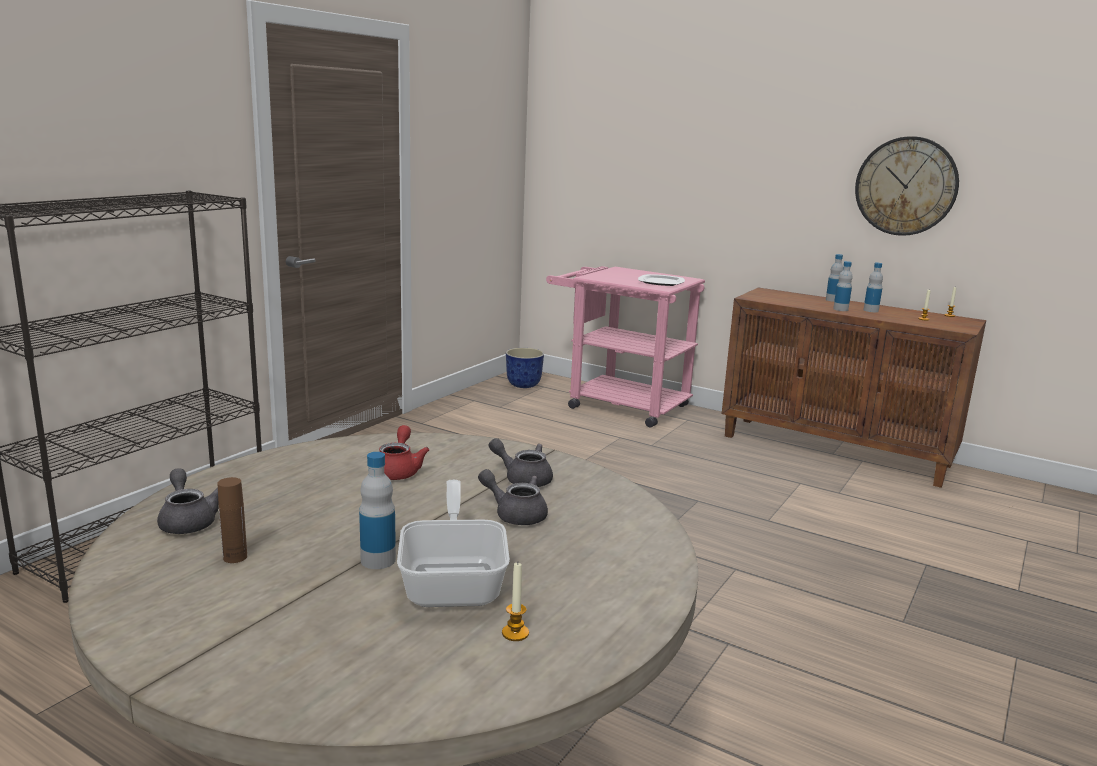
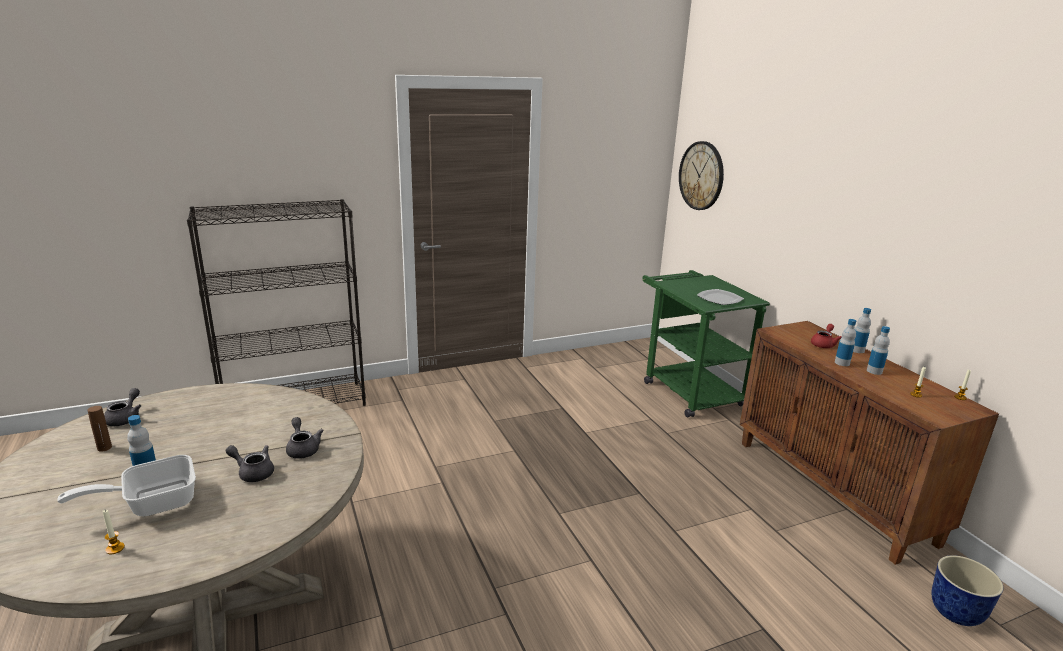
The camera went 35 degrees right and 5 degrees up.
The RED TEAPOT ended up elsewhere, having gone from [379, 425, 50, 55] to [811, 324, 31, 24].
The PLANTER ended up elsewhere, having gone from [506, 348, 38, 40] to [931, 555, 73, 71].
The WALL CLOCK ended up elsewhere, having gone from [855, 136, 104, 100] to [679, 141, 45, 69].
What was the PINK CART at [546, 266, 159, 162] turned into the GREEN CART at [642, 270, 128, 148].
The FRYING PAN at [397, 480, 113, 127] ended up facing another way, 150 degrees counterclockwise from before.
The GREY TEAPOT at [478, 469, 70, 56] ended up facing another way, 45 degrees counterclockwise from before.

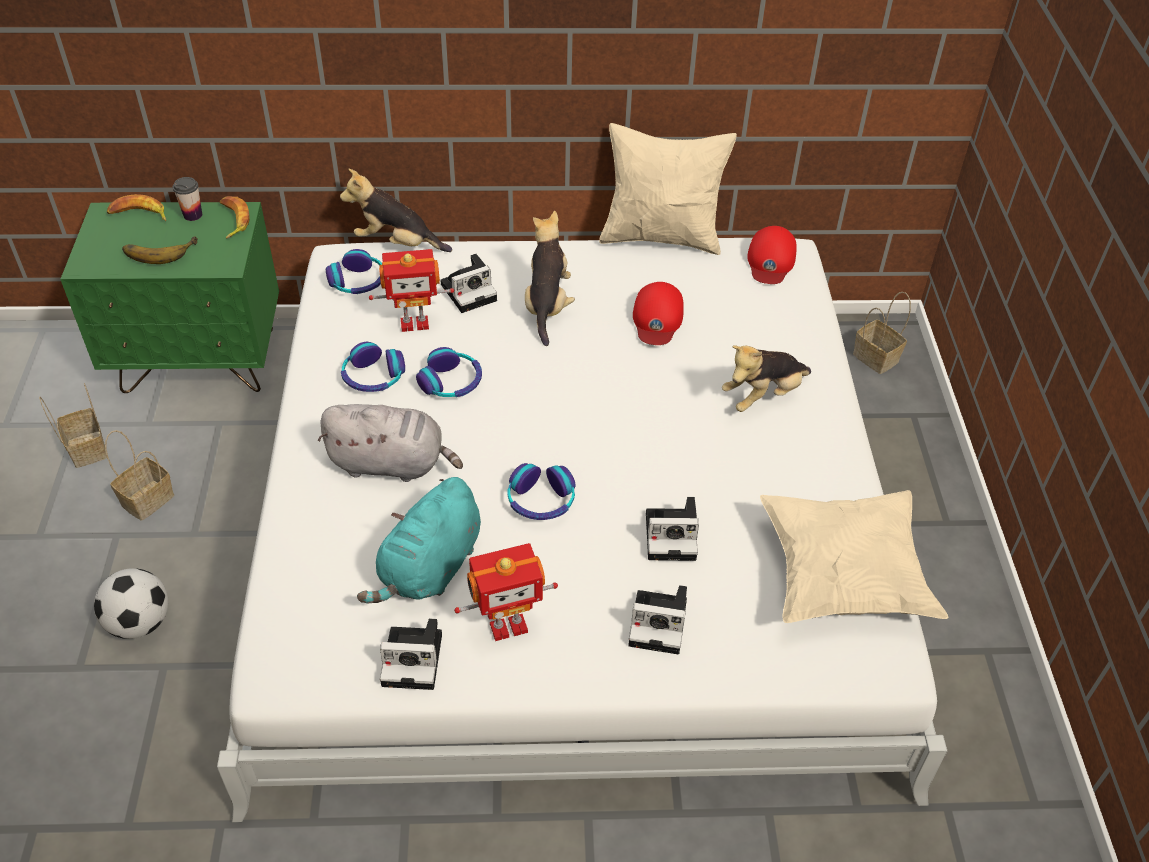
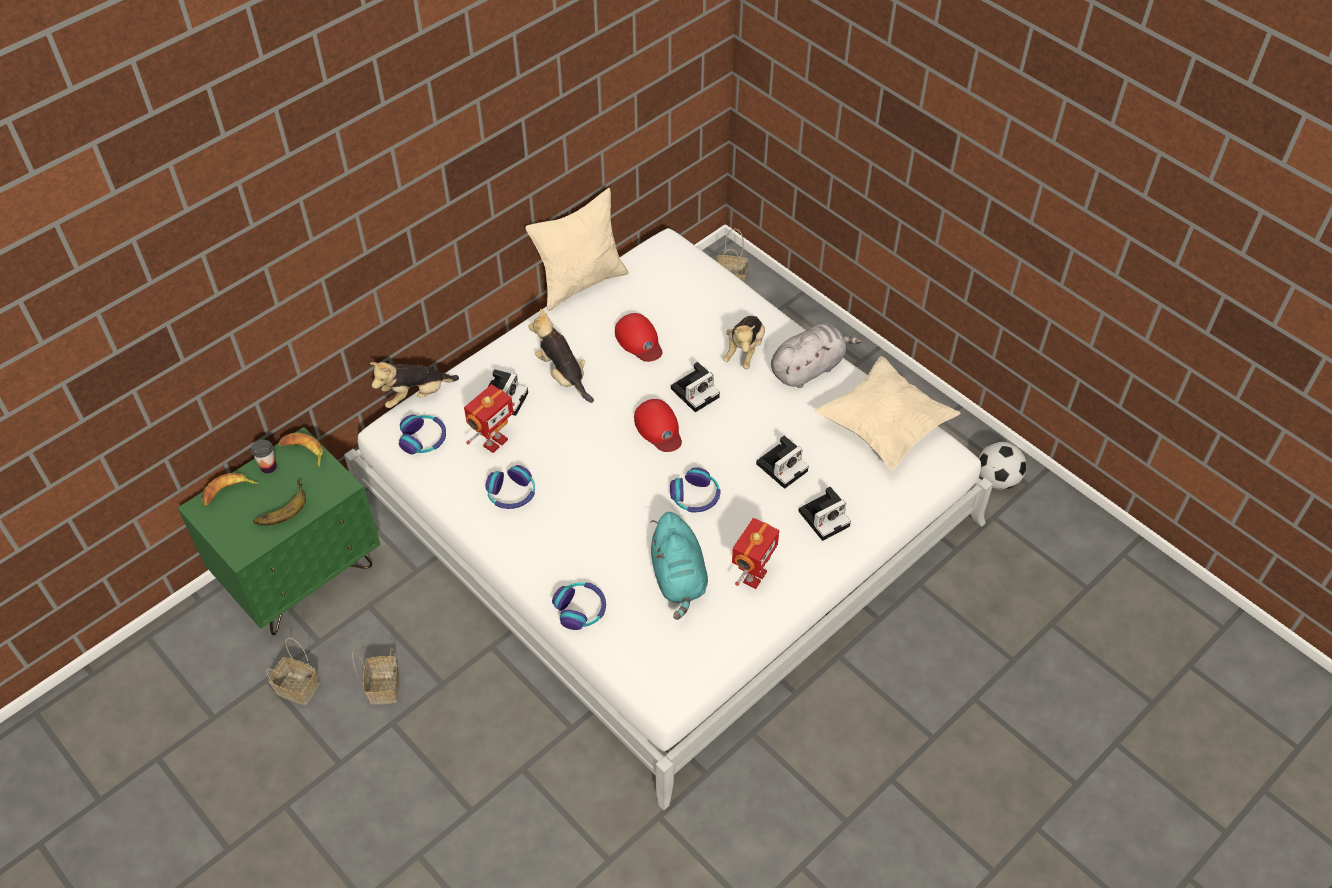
The camera went 40 degrees left and 5 degrees up.
The FOOTBALL ended up elsewhere, having gone from [94, 568, 74, 71] to [979, 442, 48, 48].
The GREY PLUSH TOY ended up elsewhere, having gone from [318, 404, 145, 78] to [771, 323, 91, 65].
The PHOTO CAMERA ended up elsewhere, having gone from [380, 618, 62, 72] to [671, 362, 49, 50].
The HEADPHONES ended up elsewhere, having gone from [416, 347, 66, 50] to [552, 582, 54, 48].
The RED CAP ended up elsewhere, having gone from [747, 226, 50, 58] to [634, 399, 48, 53].

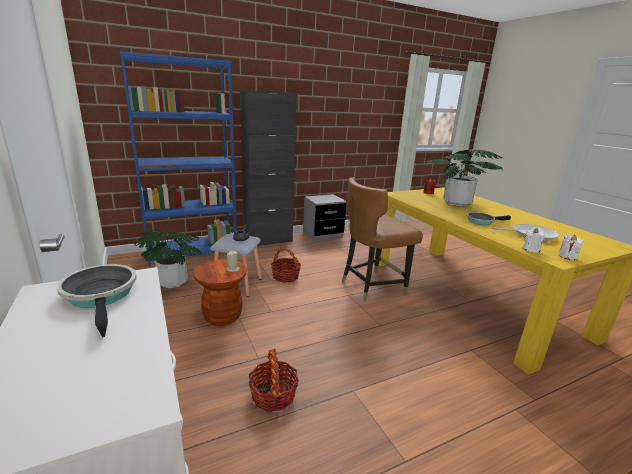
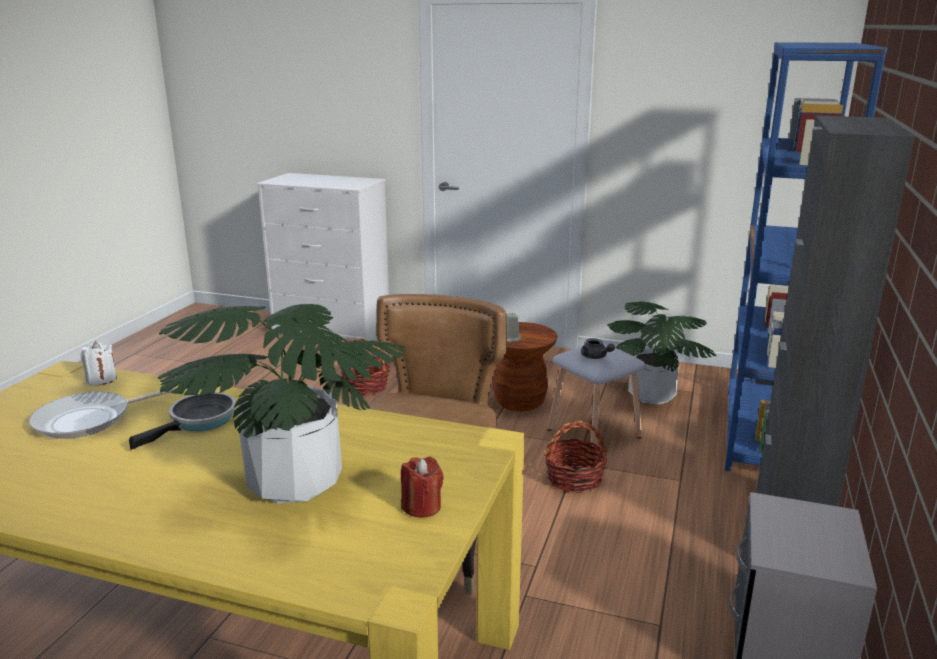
The camera went 135 degrees right and 0 degrees up.
The second view lost the FRYING PAN at [57, 264, 79, 74].
The second view lost the WHITE CANDLE at [558, 234, 25, 26].

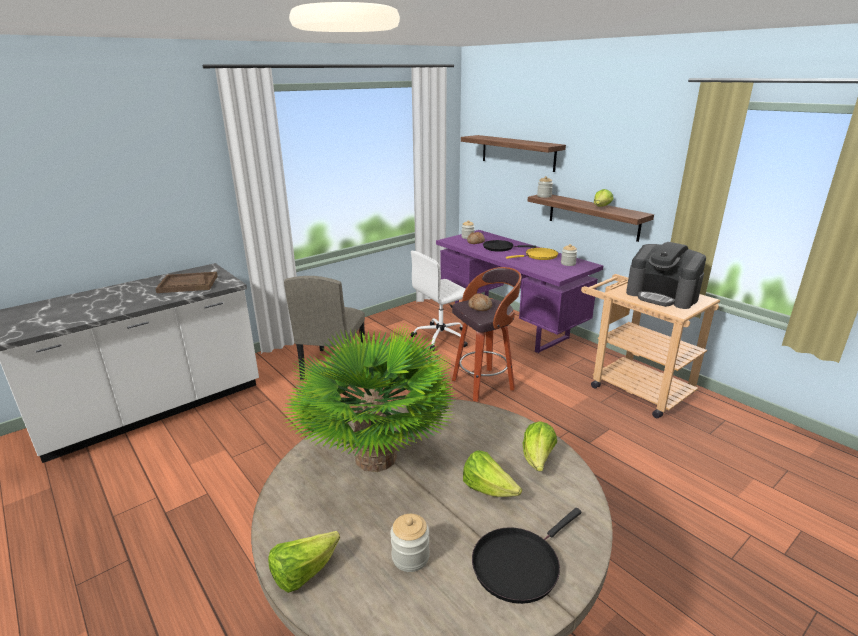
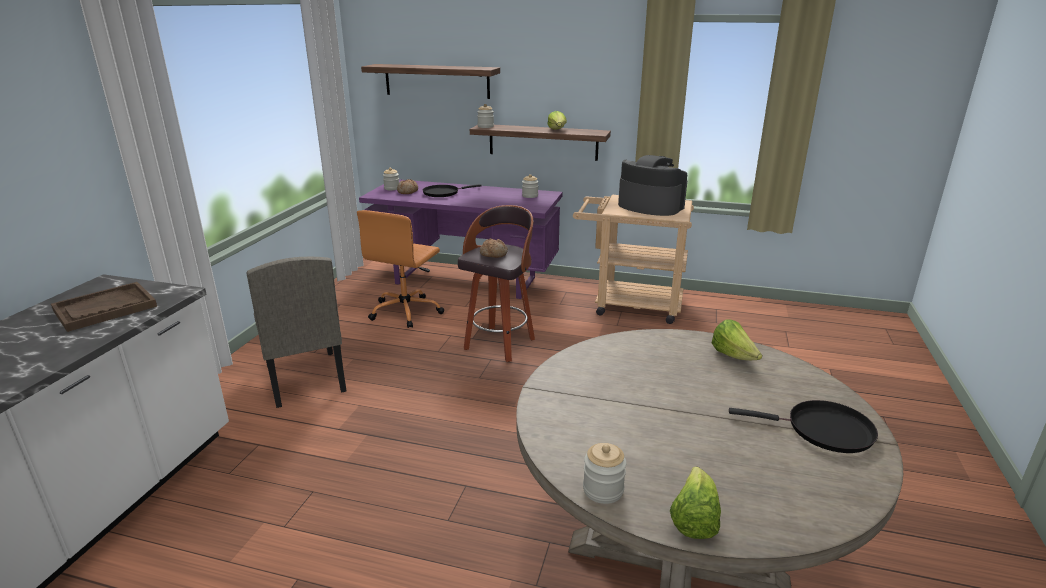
The camera went 35 degrees left and 0 degrees up.
The second view lost the POTTED PLANT at [283, 325, 172, 147].
The second view lost the LETTUCE at [463, 450, 59, 47].
The second view lost the YELLOW FRYING PAN at [506, 248, 52, 12].
The JAR ended up elsewhere, having gone from [390, 514, 40, 58] to [583, 443, 43, 61].
What was the WHITE OFFICE CHAIR at [411, 251, 57, 100] turned into the ORANGE OFFICE CHAIR at [357, 210, 87, 118].
The BLACK FRYING PAN at [472, 508, 110, 96] ended up facing another way, 90 degrees counterclockwise from before.
The COFFEE MACHINE at [626, 242, 80, 67] ended up facing another way, 150 degrees counterclockwise from before.

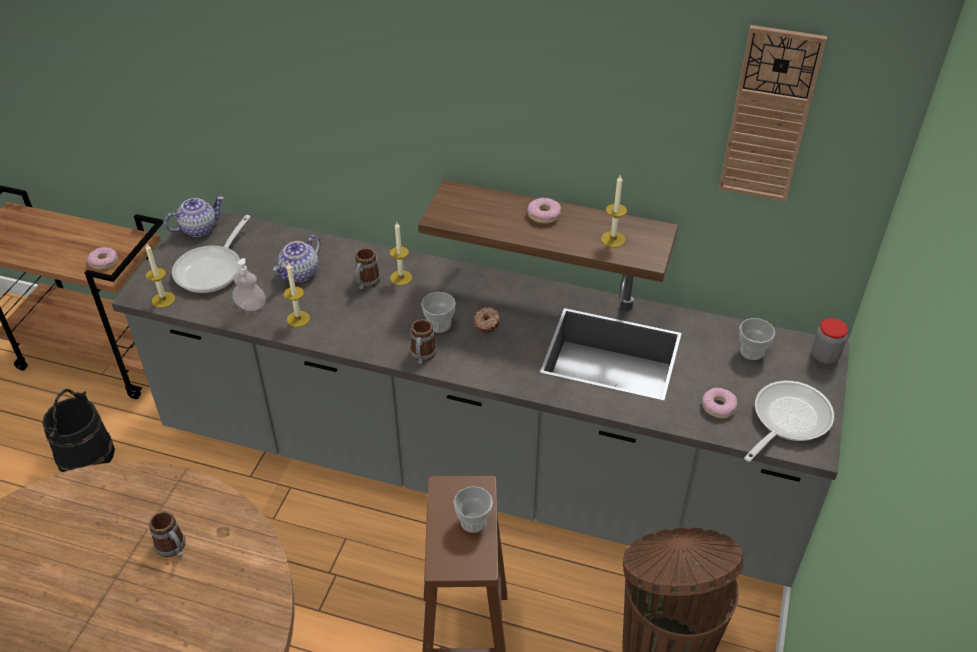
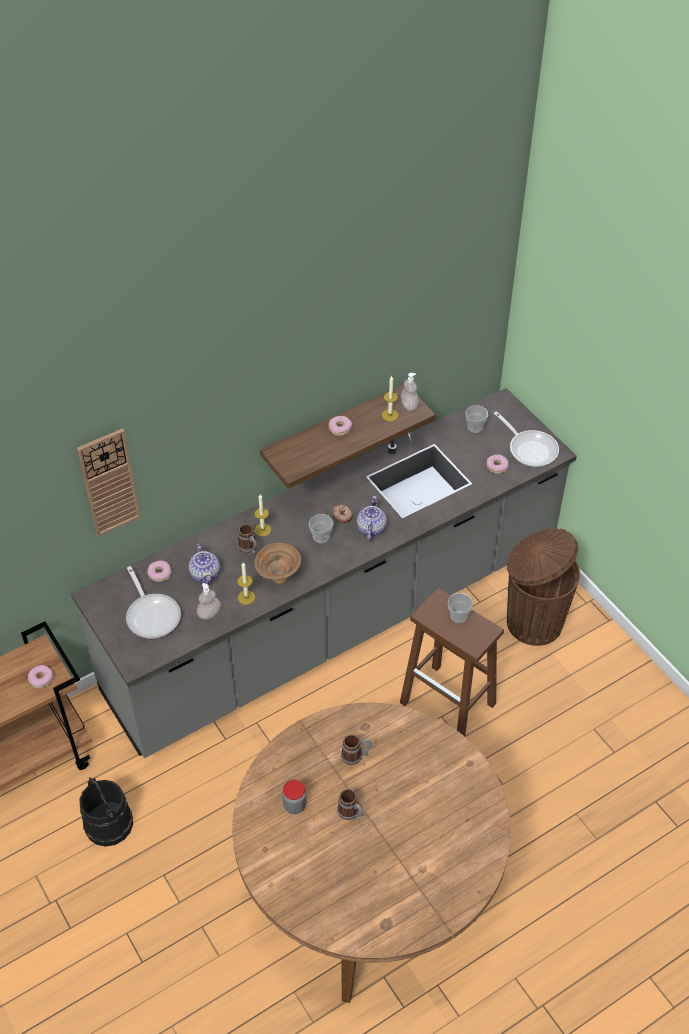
The camera went 50 degrees left and 5 degrees up.
The second view lost the CANDLE at [145, 244, 30, 64].
The second view gained the DONUT at [147, 561, 24, 21].
The second view gained the BROWN BOWL at [255, 543, 46, 41].
The second view gained the SOAP DISPENSER at [401, 373, 18, 38].
The TEAPOT ended up elsewhere, having gone from [165, 196, 59, 41] to [357, 496, 30, 45].
The MUG ended up elsewhere, having gone from [410, 319, 27, 45] to [337, 789, 27, 32].
The WALL CLOCK ended up elsewhere, having gone from [719, 25, 108, 176] to [77, 428, 63, 108].
The JAR ended up elsewhere, having gone from [812, 318, 36, 46] to [282, 780, 24, 34].
The FRYING PAN at [744, 381, 90, 81] ended up facing another way, 150 degrees clockwise from before.

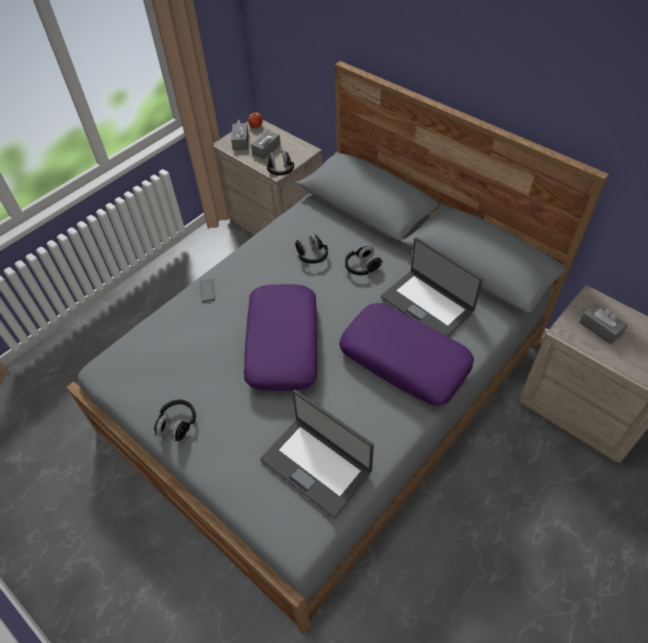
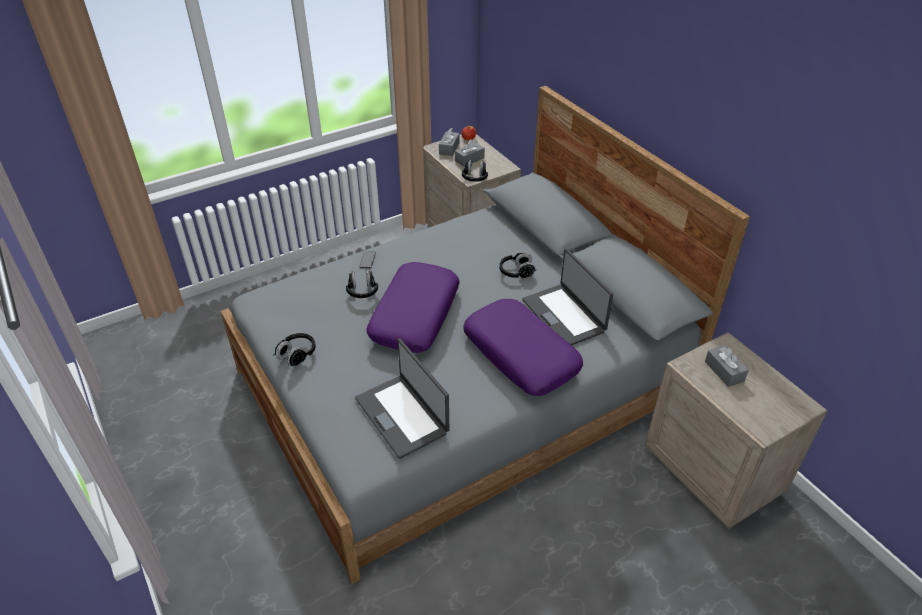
The camera went 15 degrees right and 10 degrees down.
The BLACK HEADPHONES ended up elsewhere, having gone from [295, 234, 33, 30] to [346, 270, 32, 28].

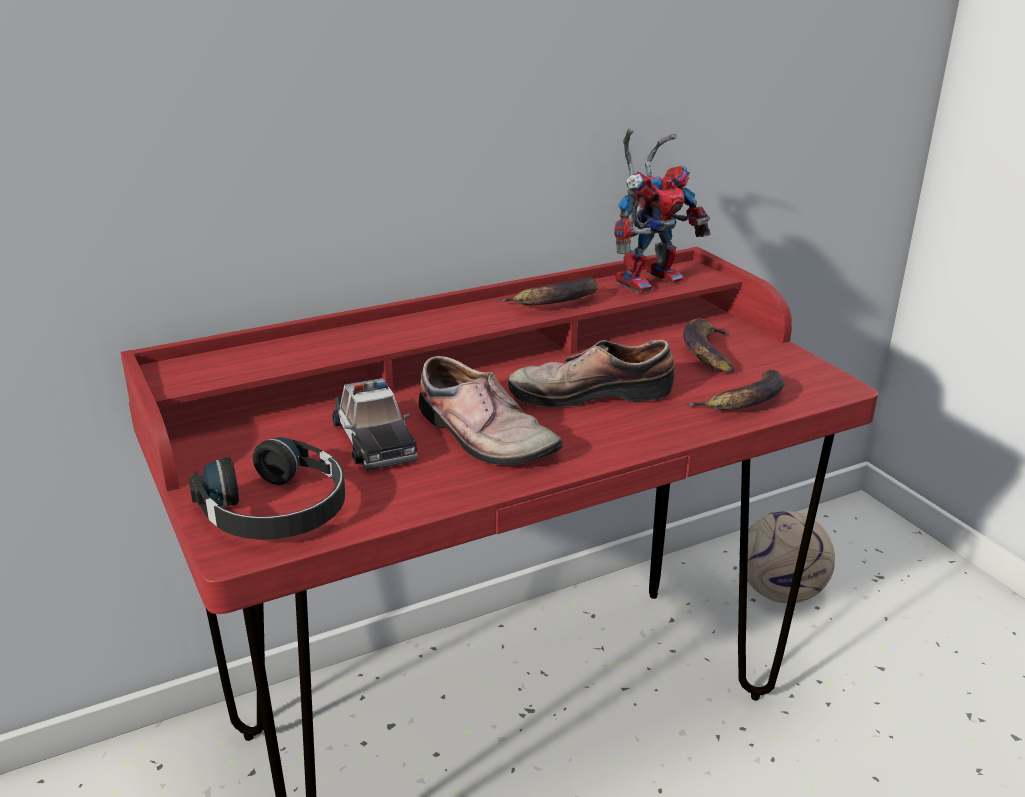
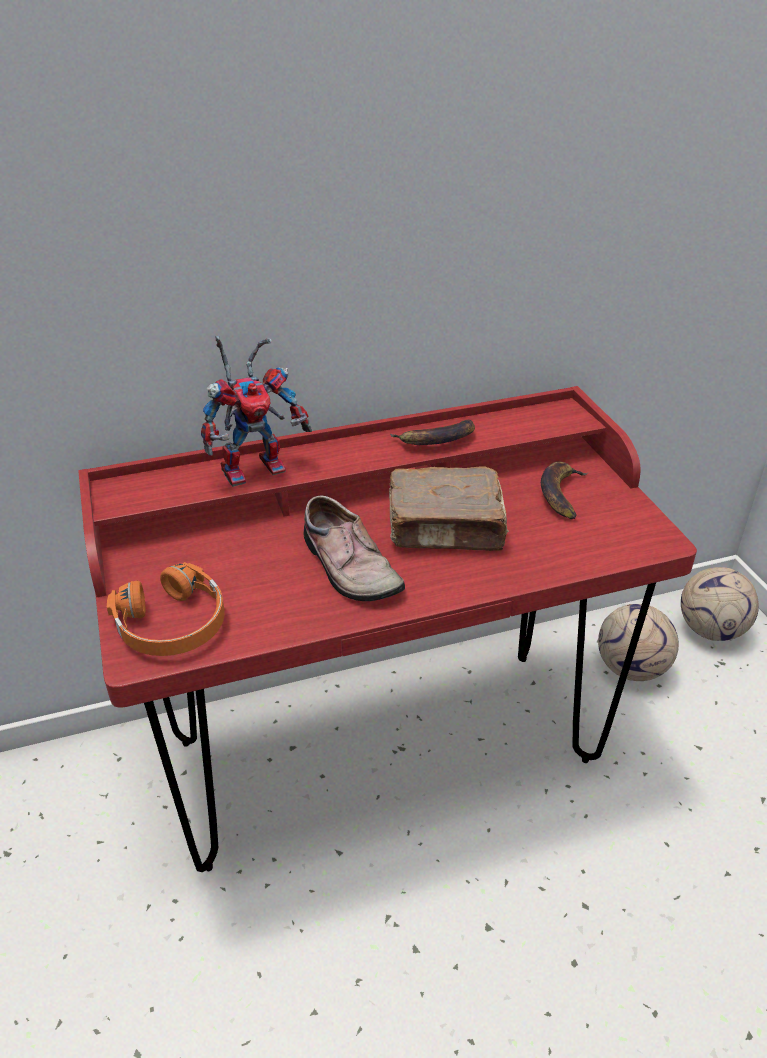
The camera went 10 degrees right and 10 degrees up.
The second view lost the TOY CAR at [332, 378, 86, 93].
The second view lost the BANANA at [685, 370, 100, 40].
The second view gained the FOOTBALL at [681, 567, 78, 74].
The TOY ROBOT ended up elsewhere, having gone from [614, 128, 97, 165] to [201, 336, 111, 151].
Where the SHOE stood at [508, 340, 166, 67], the BROWN BOOK came to stand at [389, 467, 120, 84].
What was the BLACK HEADPHONES at [189, 437, 156, 103] turned into the ORANGE HEADPHONES at [107, 562, 118, 94].

